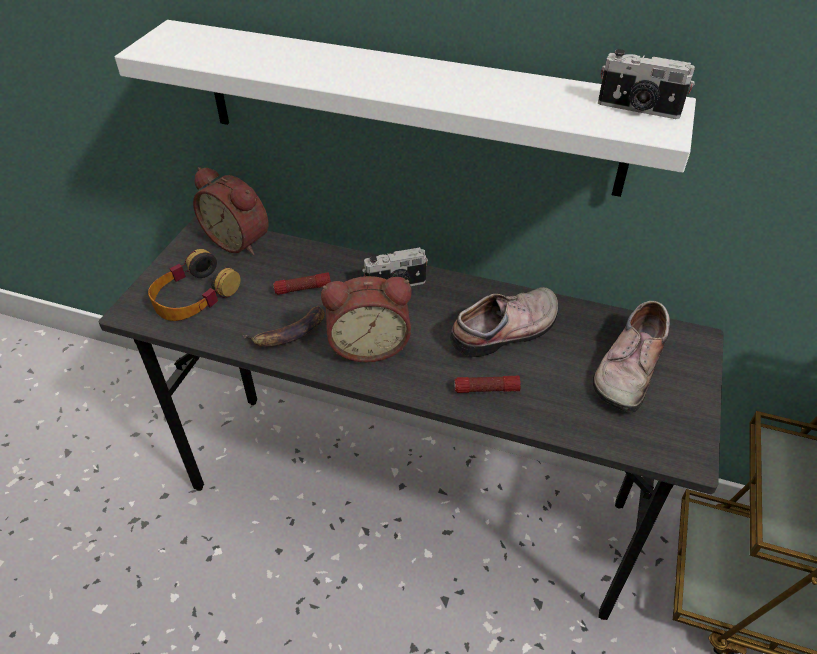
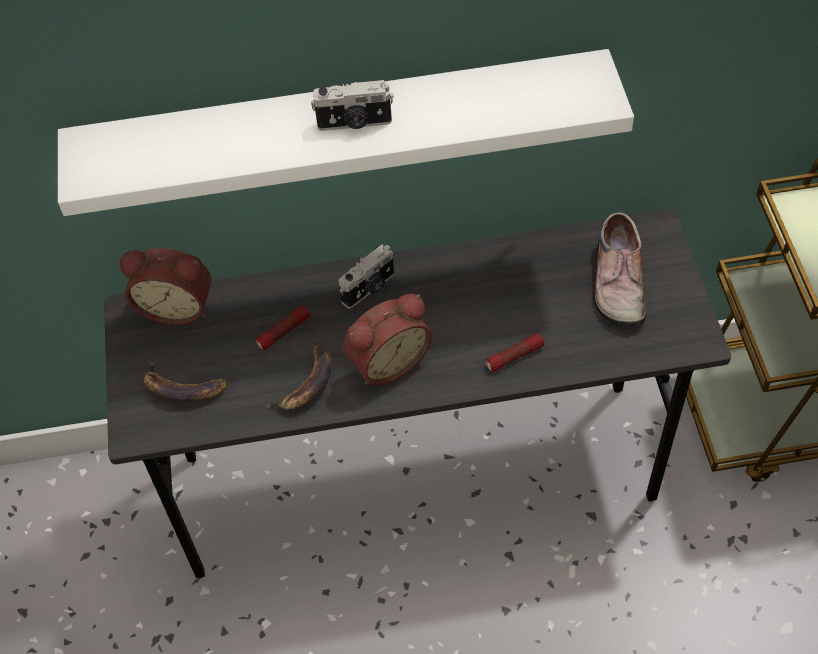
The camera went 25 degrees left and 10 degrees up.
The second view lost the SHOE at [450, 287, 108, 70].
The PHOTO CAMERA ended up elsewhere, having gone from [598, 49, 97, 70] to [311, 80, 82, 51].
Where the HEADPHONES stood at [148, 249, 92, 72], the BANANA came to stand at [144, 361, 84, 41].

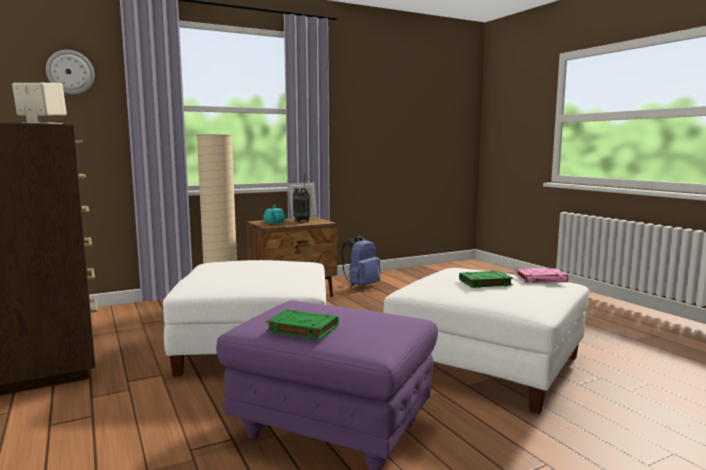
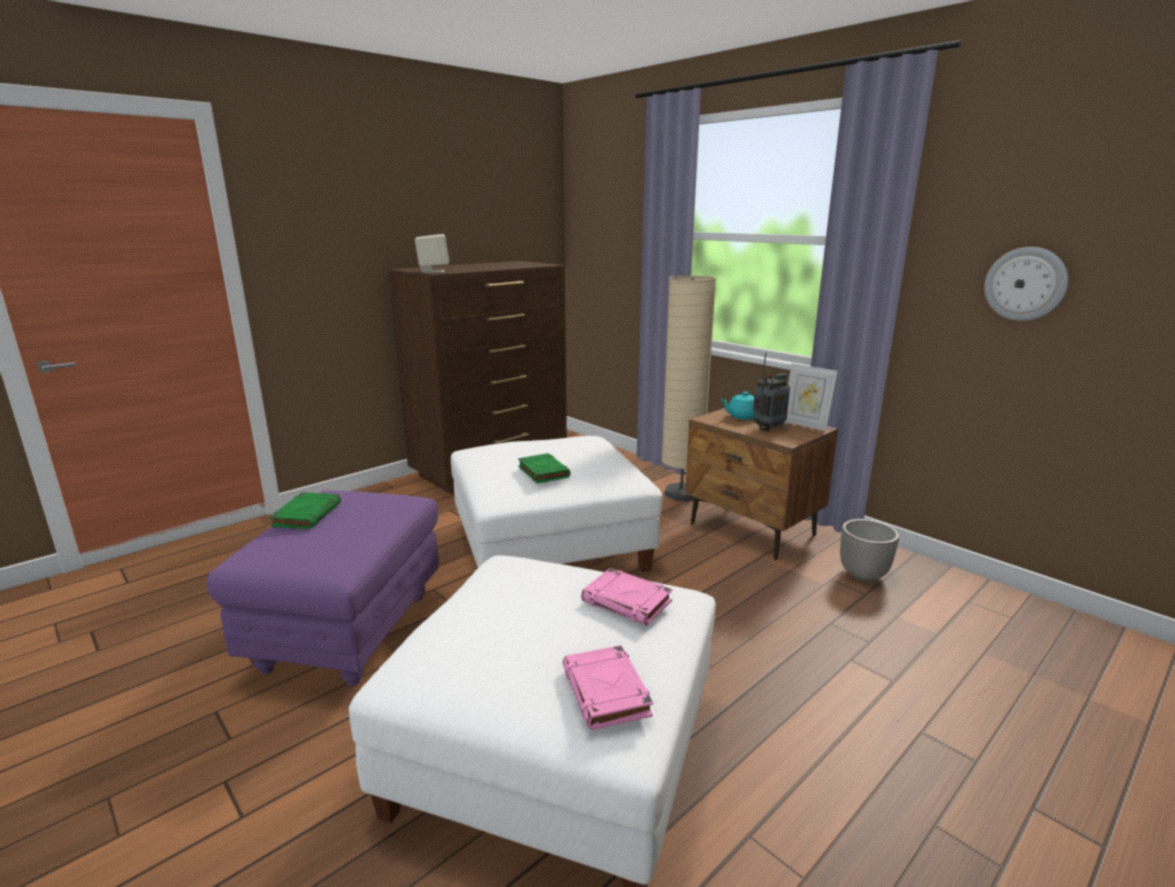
The camera went 75 degrees right and 10 degrees up.
The second view gained the PINK BOOK at [581, 568, 92, 58].
The WALL CLOCK ended up elsewhere, having gone from [46, 50, 48, 44] to [984, 247, 84, 74].
The GREEN BOOK ended up elsewhere, having gone from [459, 271, 54, 17] to [518, 453, 53, 31].
Where the BLUE BACKPACK stood at [341, 236, 40, 50], the PLANTER came to stand at [840, 519, 59, 63].

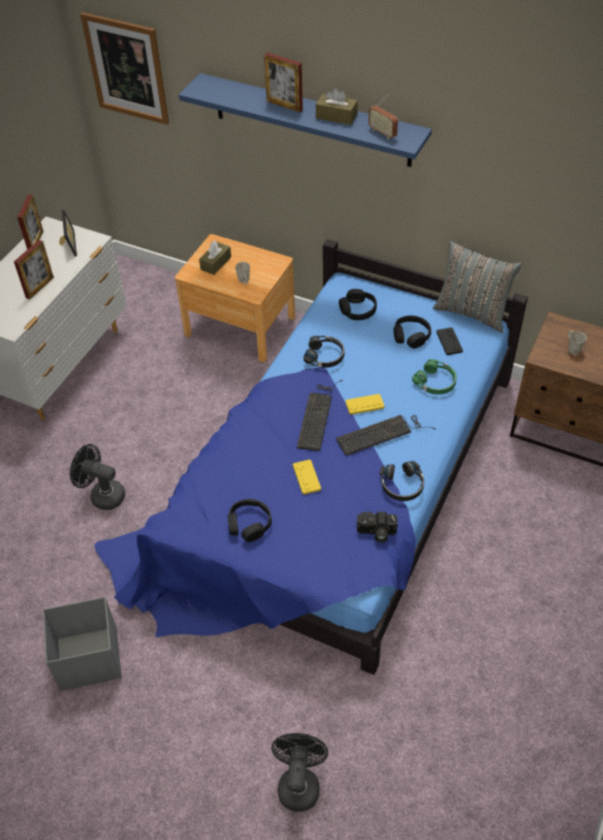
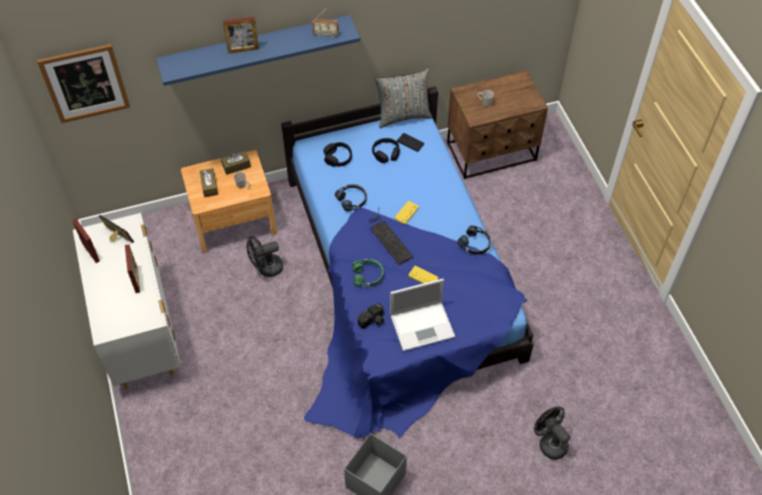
The camera went 45 degrees left and 5 degrees up.
The second view lost the KEYBOARD at [336, 415, 100, 41].
The BLACK FAN ended up elsewhere, having gone from [70, 444, 55, 66] to [246, 236, 37, 41].
The BROWN TISSUE BOX ended up elsewhere, having gone from [316, 88, 42, 37] to [221, 151, 30, 24].
The PHOTO CAMERA ended up elsewhere, having gone from [357, 512, 41, 30] to [358, 303, 26, 26].
The GREEN HEADPHONES ended up elsewhere, having gone from [412, 359, 45, 36] to [352, 259, 32, 28].
Where the BLACK HEADPHONES stood at [227, 499, 45, 43], the LAPTOP came to stand at [390, 279, 65, 72].

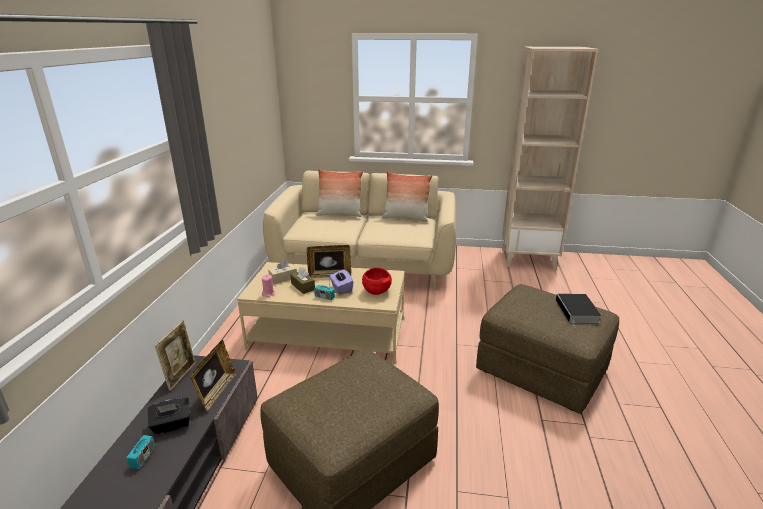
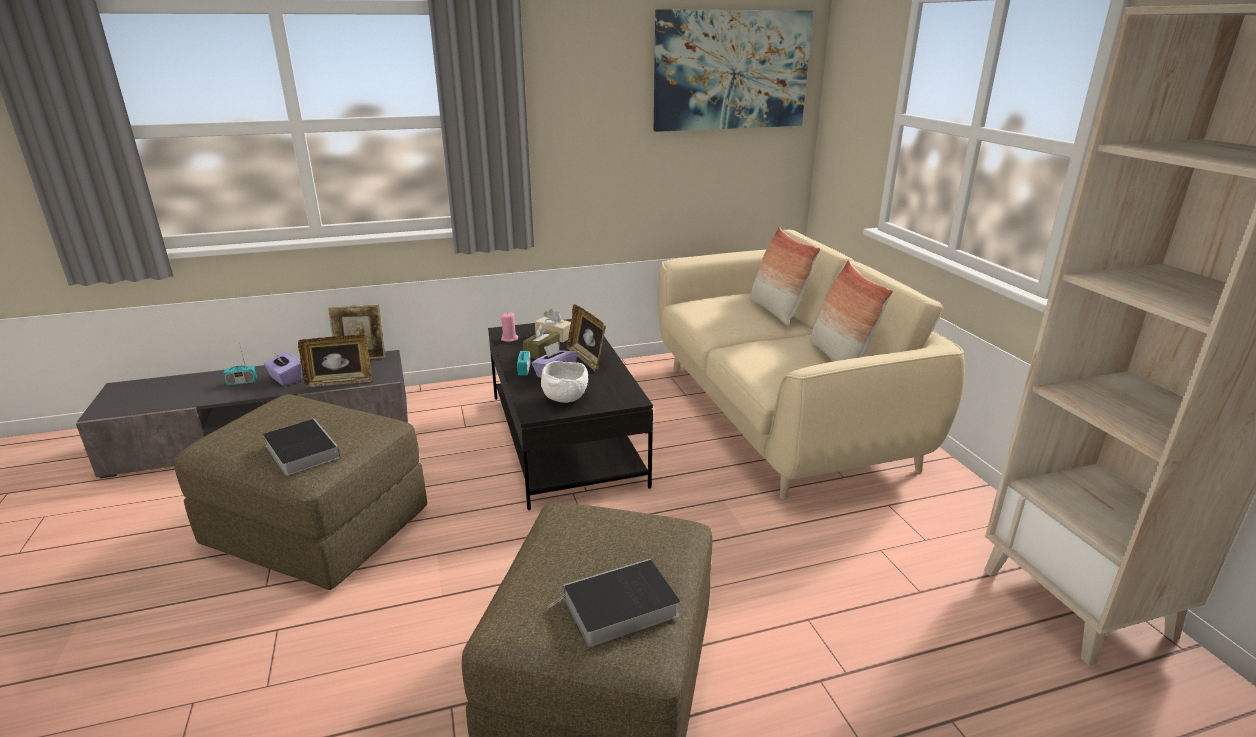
The camera went 65 degrees right and 0 degrees up.
The second view gained the BOOK at [263, 419, 77, 57].
The second view gained the PICTURE at [654, 9, 159, 123].
What was the BLACK TISSUE BOX at [148, 398, 42, 37] turned into the PURPLE TISSUE BOX at [264, 351, 38, 35].
What was the BEIGE COFFEE TABLE at [237, 262, 168, 102] turned into the BLACK COFFEE TABLE at [488, 319, 165, 191].
What was the RED BOWL at [362, 268, 30, 27] turned into the WHITE BOWL at [541, 361, 47, 42].

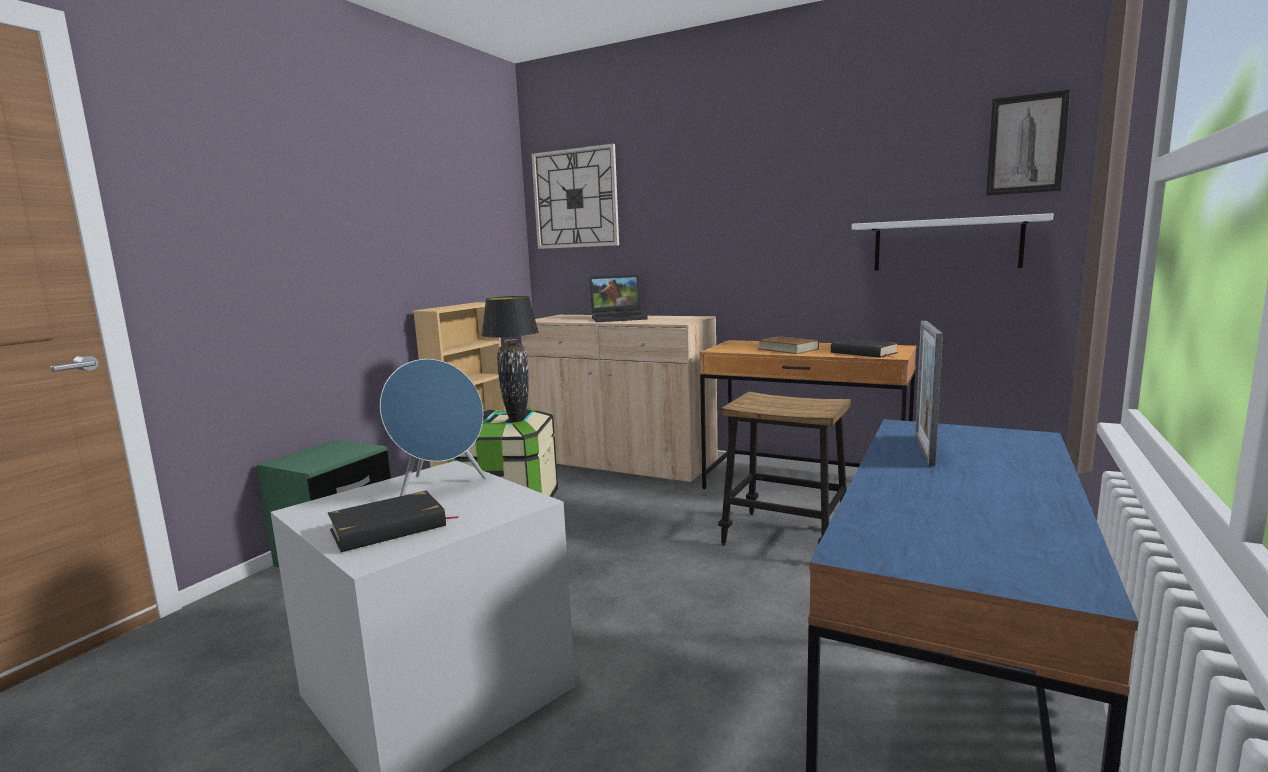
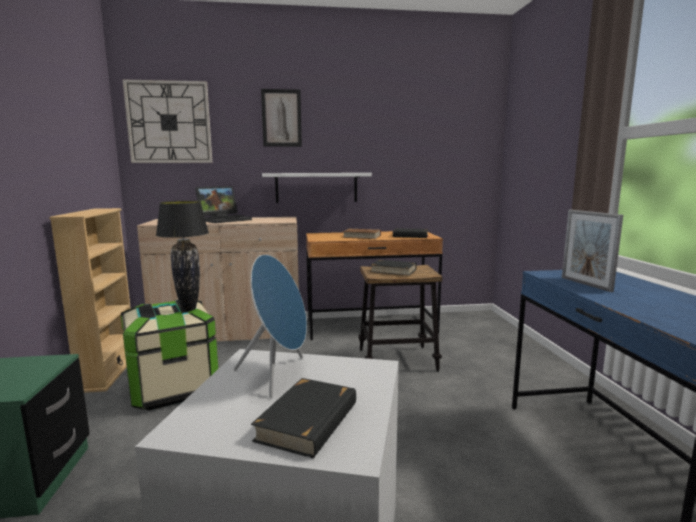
The camera went 35 degrees left and 0 degrees up.
The second view gained the BLACK BOOK at [370, 260, 47, 16].
The WHITE SHELF ended up elsewhere, having gone from [852, 213, 201, 58] to [262, 173, 110, 30].
The PICTURE ended up elsewhere, having gone from [986, 89, 84, 107] to [261, 89, 41, 58].

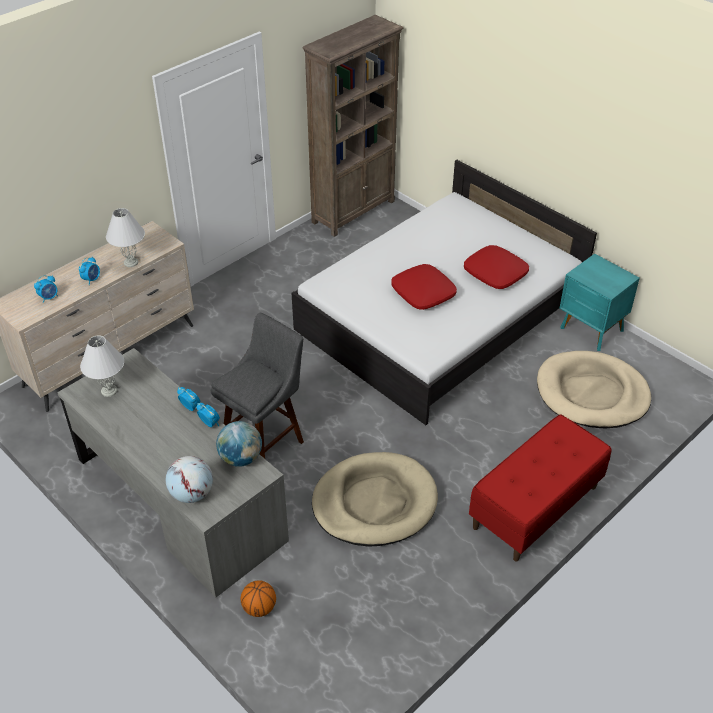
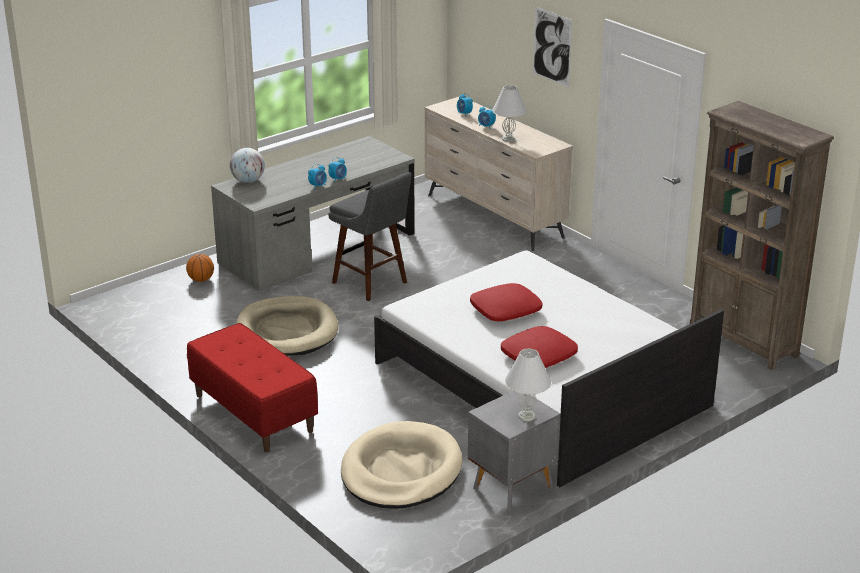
The camera went 95 degrees right and 15 degrees down.
The second view lost the GLOBE at [216, 421, 46, 46].
The second view gained the PICTURE at [533, 7, 39, 80].
The WHITE TABLE LAMP ended up elsewhere, having gone from [80, 335, 44, 62] to [505, 349, 46, 72].
What was the TURQUOISE NIGHTSTAND at [560, 254, 80, 97] turned into the GREY NIGHTSTAND at [468, 391, 93, 123].

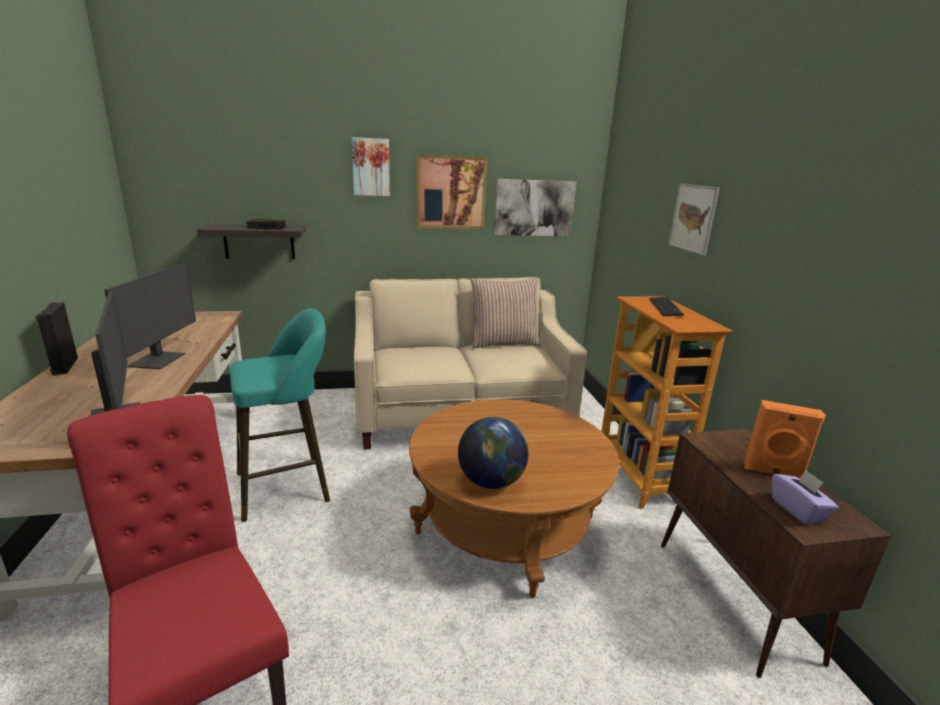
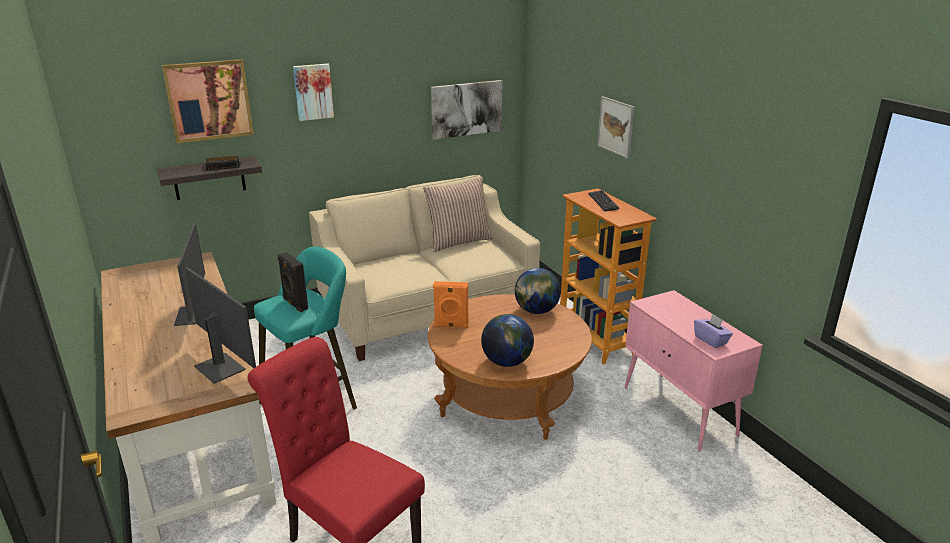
The camera went 15 degrees left and 5 degrees up.
The second view gained the GLOBE at [515, 268, 46, 46].
The BLACK SPEAKER ended up elsewhere, having gone from [36, 302, 42, 74] to [277, 252, 31, 60].
The PICTURE ended up elsewhere, having gone from [416, 154, 72, 75] to [162, 59, 92, 84].
The ORANGE SPEAKER ended up elsewhere, having gone from [744, 400, 82, 79] to [433, 281, 35, 47].
What was the BROWN CABINET at [661, 429, 230, 249] turned into the PINK CABINET at [625, 290, 138, 162].

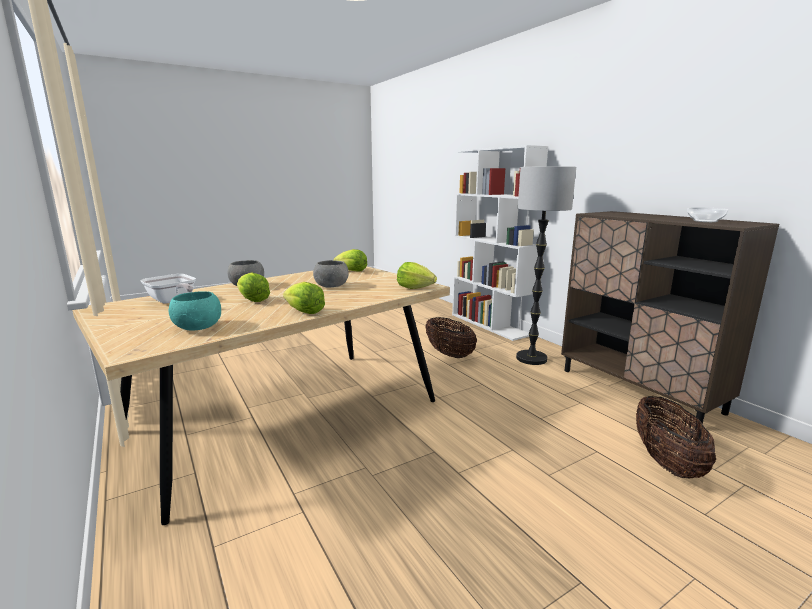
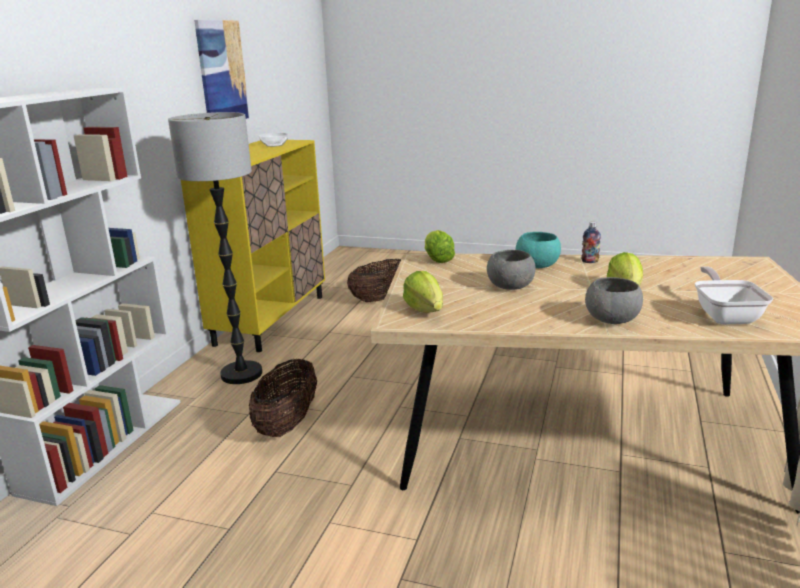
The camera went 130 degrees left and 5 degrees up.
The second view gained the PICTURE at [194, 20, 56, 99].
The TURQUOISE BOWL ended up elsewhere, having gone from [169, 291, 52, 40] to [516, 232, 45, 36].
Where the LETTUCE stood at [283, 282, 42, 32], the BOTTLE came to stand at [581, 221, 20, 42].
What was the BROWN CABINET at [561, 211, 218, 219] turned into the YELLOW CABINET at [181, 140, 144, 212].

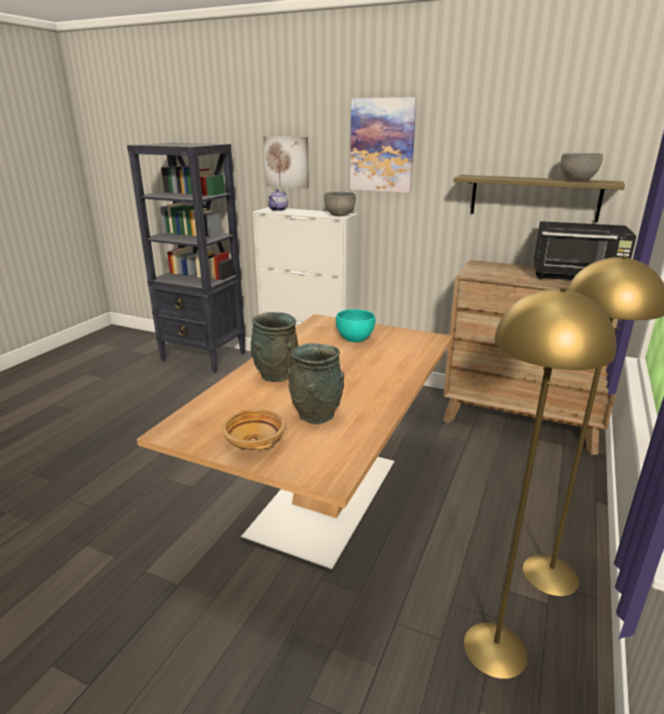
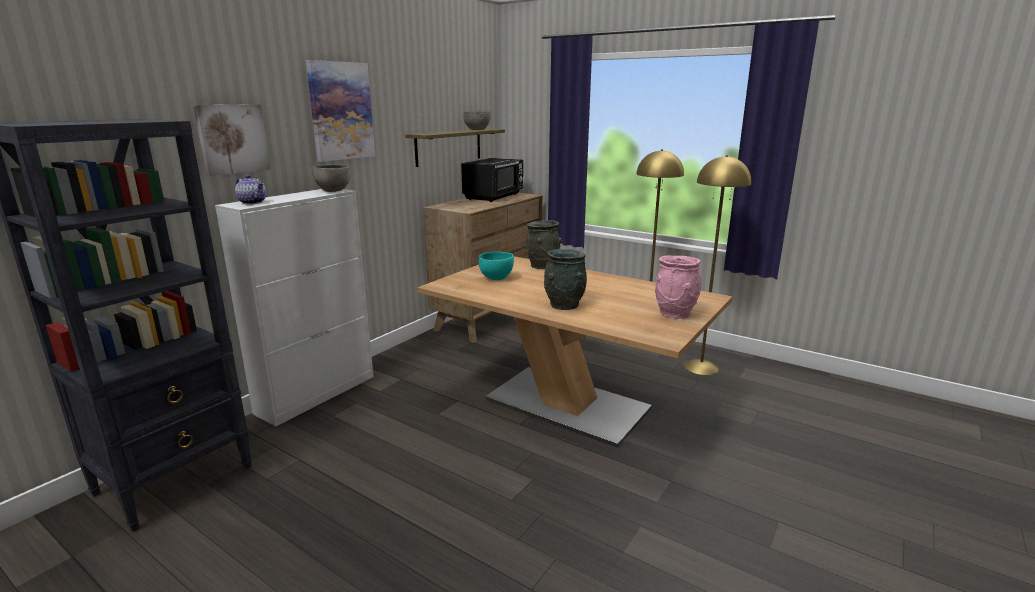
The camera went 80 degrees left and 5 degrees down.
The GREY VASE ended up elsewhere, having gone from [288, 343, 56, 81] to [526, 220, 36, 49].
Where the BEIGE BOWL stood at [222, 409, 63, 41], the PINK VASE came to stand at [655, 255, 46, 64].

